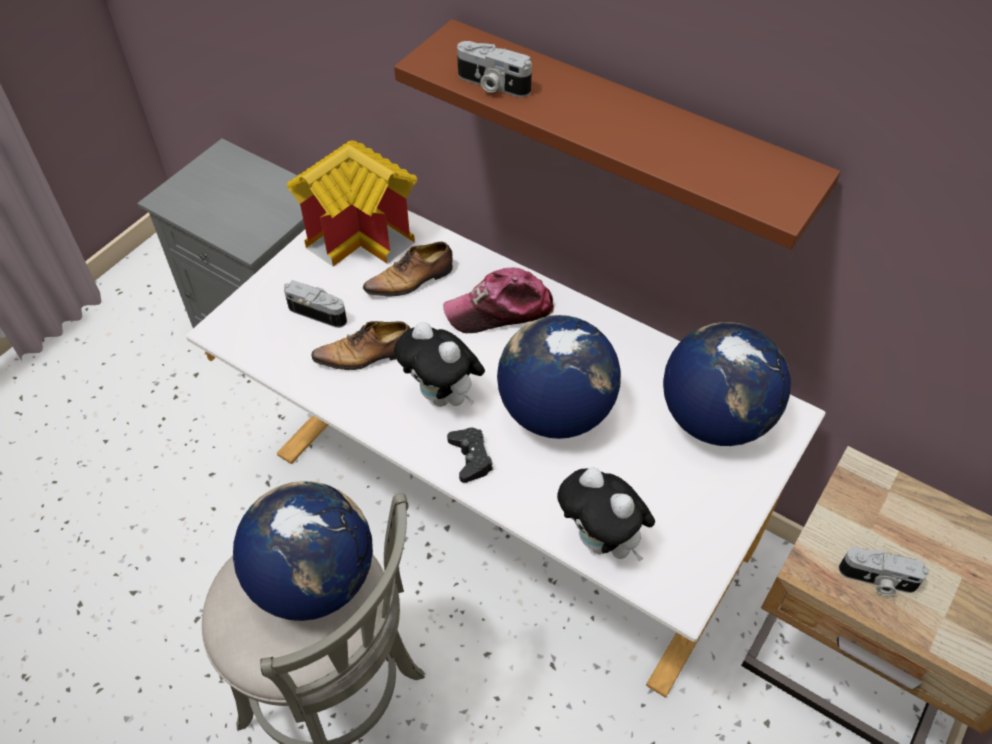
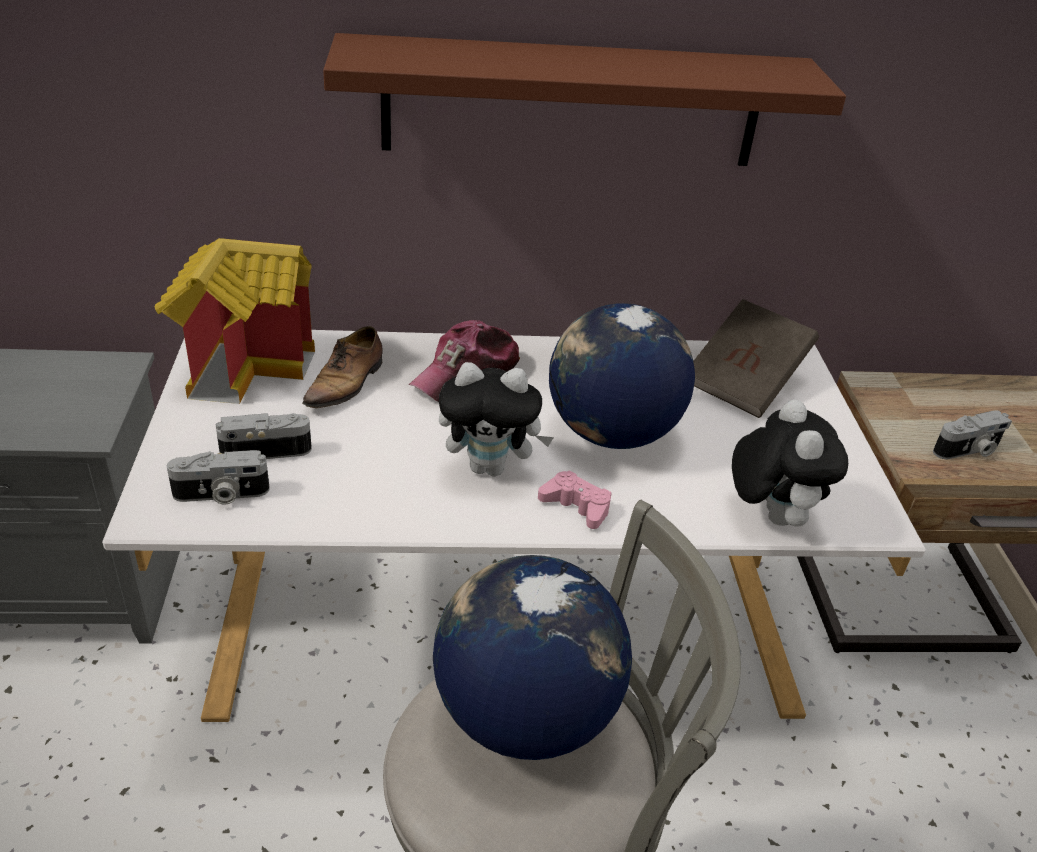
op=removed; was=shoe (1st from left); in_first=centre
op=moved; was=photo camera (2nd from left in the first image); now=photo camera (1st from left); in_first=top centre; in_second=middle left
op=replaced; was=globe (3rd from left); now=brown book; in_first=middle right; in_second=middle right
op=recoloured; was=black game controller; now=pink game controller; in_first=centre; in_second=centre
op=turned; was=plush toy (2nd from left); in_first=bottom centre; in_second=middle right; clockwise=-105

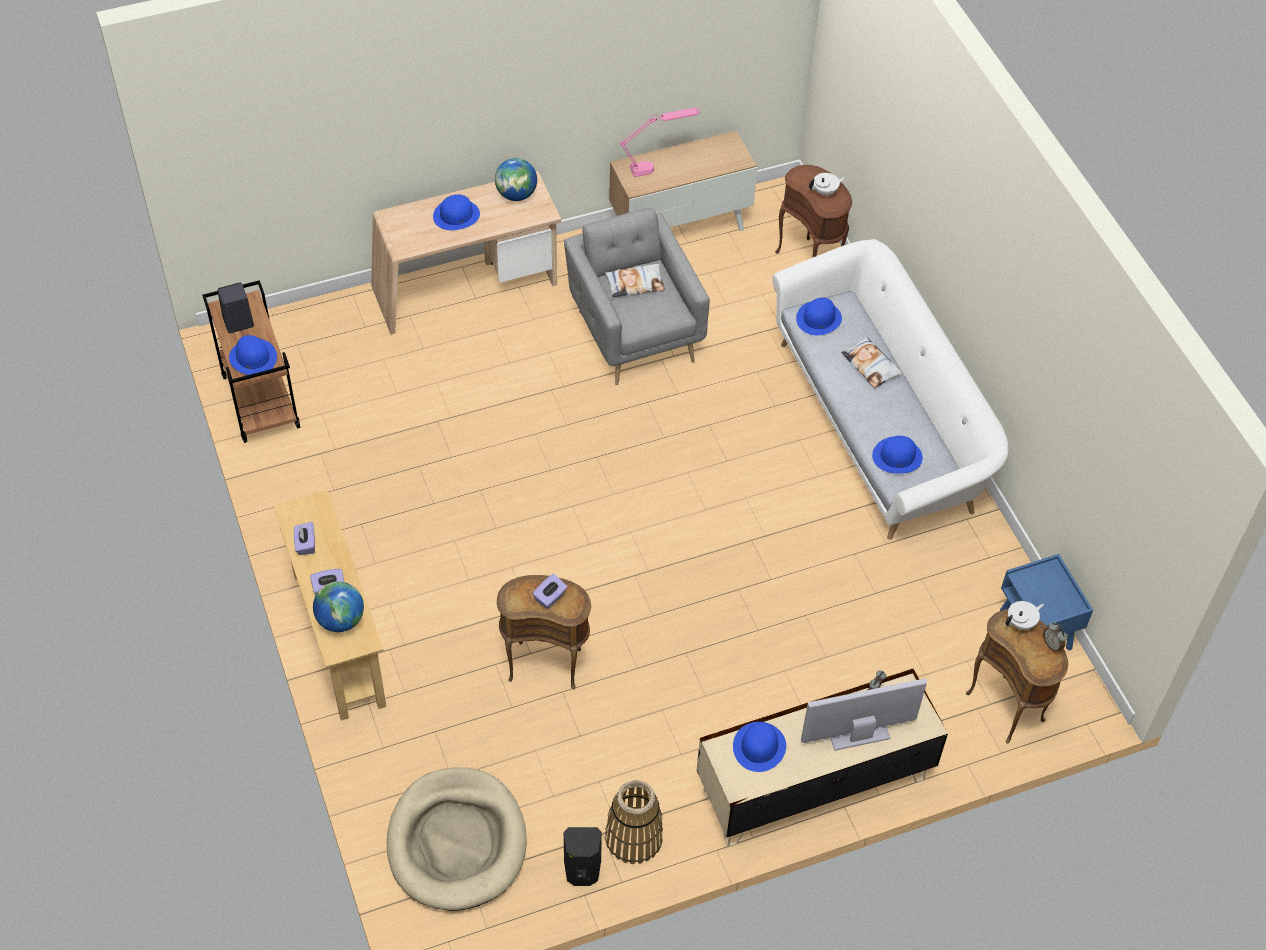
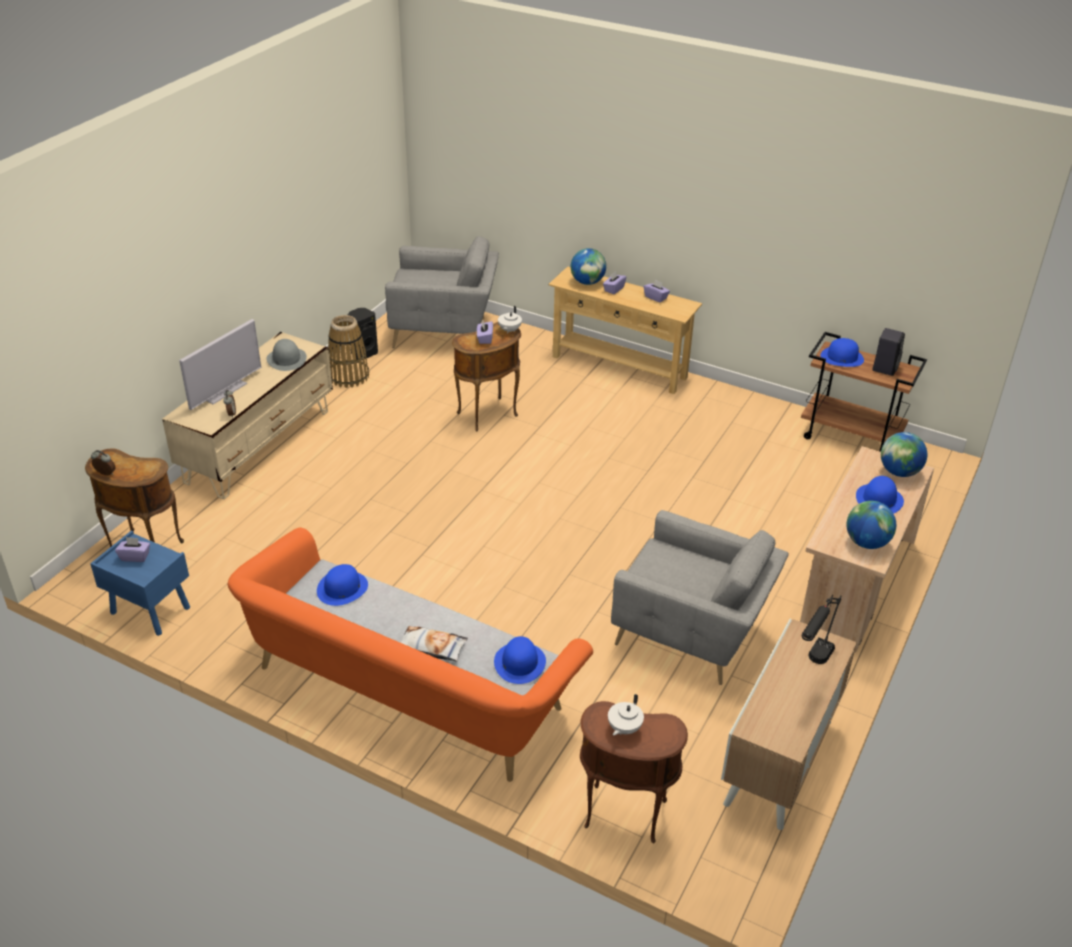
op=removed; was=pillow (1st from left); in_first=top centre
op=added; now=purple tissue box (1st from left); in_second=middle left
op=added; now=globe (3rd from left); in_second=middle right
op=moved; was=white teapot (2nd from left in the first image); now=white teapot (1st from left); in_first=middle right; in_second=centre
op=replaced; was=beige dog bed; now=grey armchair (1st from left); in_first=bottom centre; in_second=top centre
op=recoloured; was=pink table lamp; now=black table lamp; in_first=top centre; in_second=middle right
op=recoloured; was=blue hat (3rd from left); now=grey hat; in_first=bottom centre; in_second=middle left
op=recoloured; was=white sofa; now=orange sofa; in_first=middle right; in_second=bottom centre

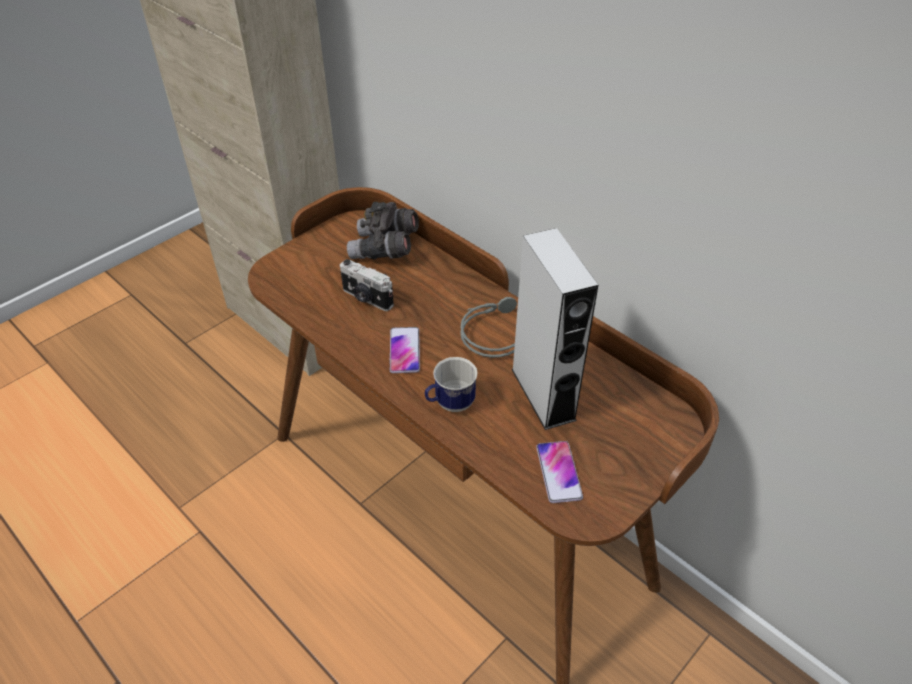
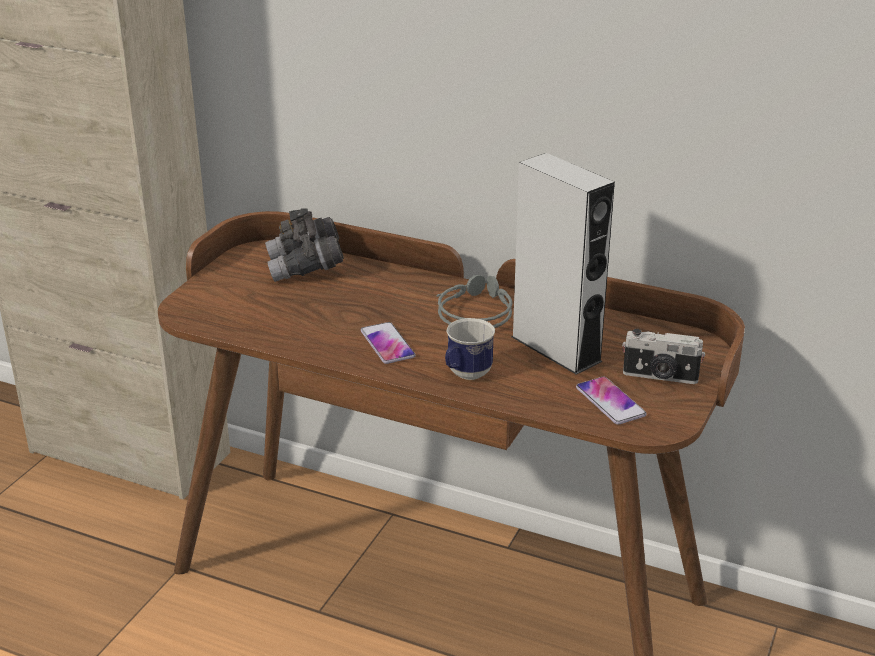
op=moved; was=photo camera; in_first=centre; in_second=middle right

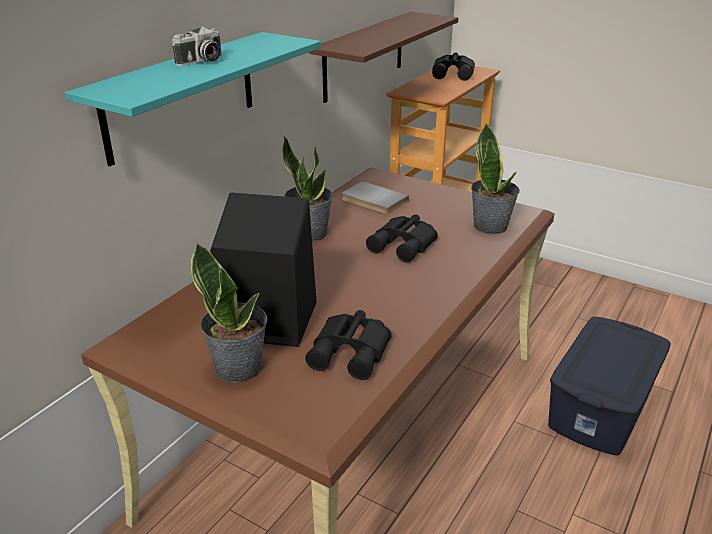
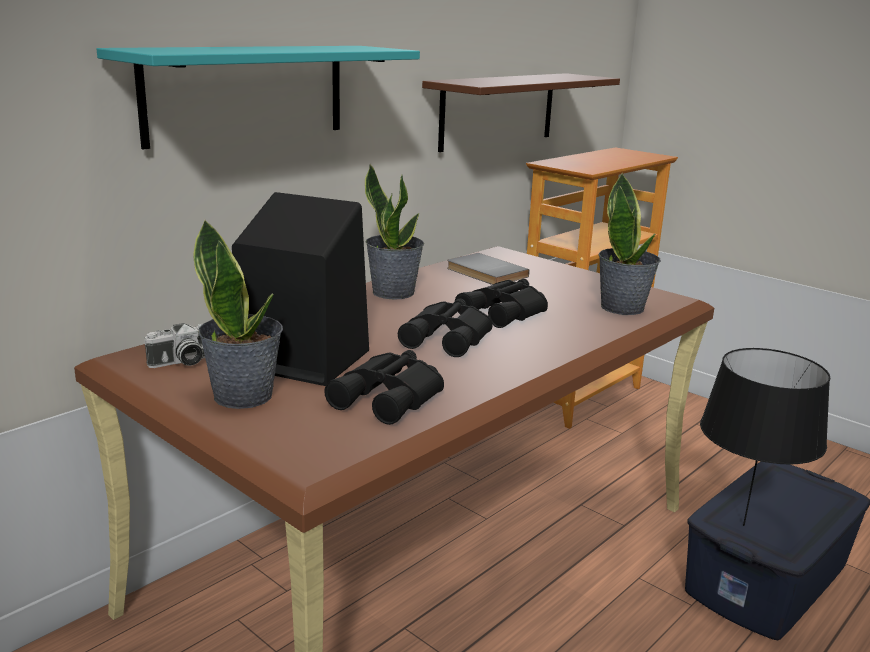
op=added; now=black table lamp; in_second=bottom right
op=moved; was=photo camera; in_first=top left; in_second=middle left
op=moved; was=black binoculars (3rd from left in the first image); now=black binoculars (2nd from left); in_first=top centre; in_second=centre

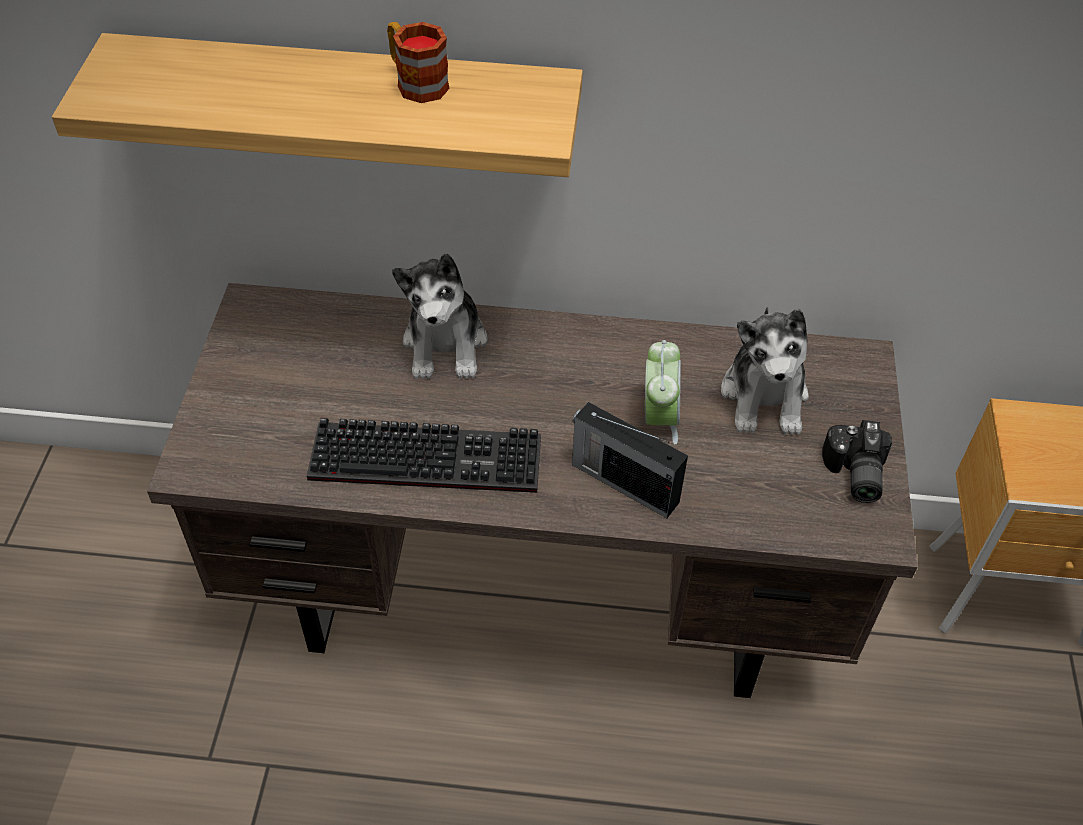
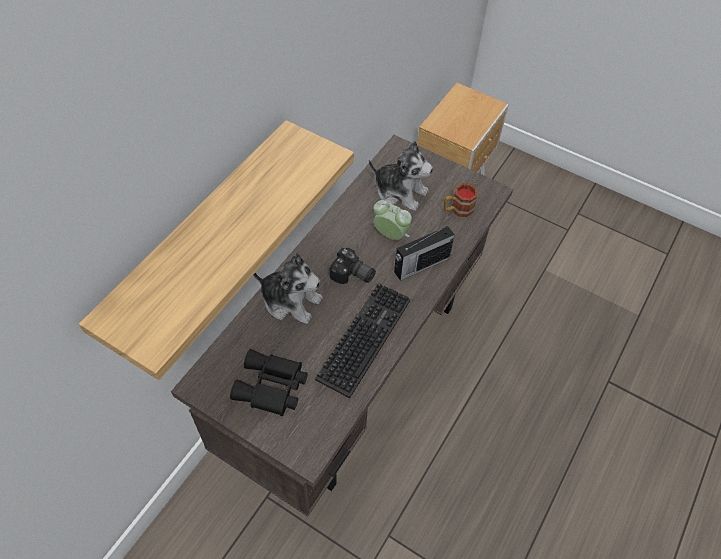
op=added; now=black binoculars; in_second=bottom centre
op=moved; was=mug; in_first=top centre; in_second=centre
op=moved; was=photo camera; in_first=middle right; in_second=centre

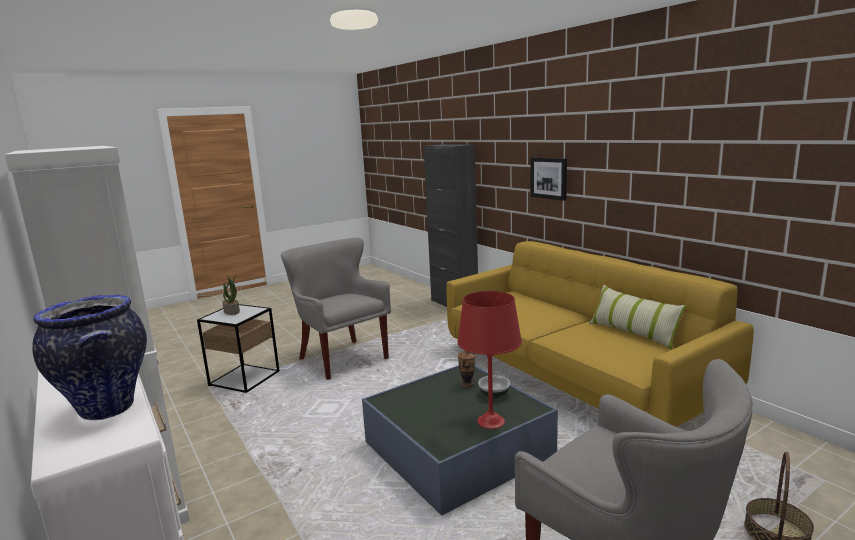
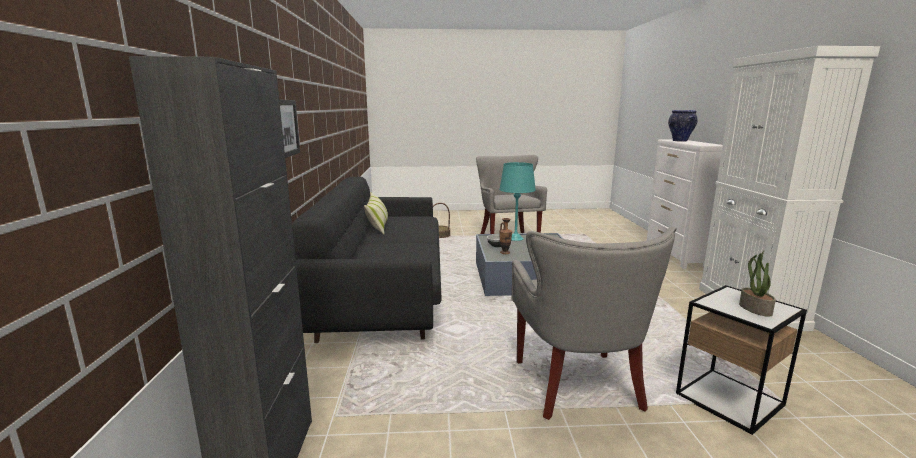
op=recoloured; was=yellow sofa; now=black sofa; in_first=middle right; in_second=centre
op=recoloured; was=red table lamp; now=turquoise table lamp; in_first=bottom centre; in_second=centre

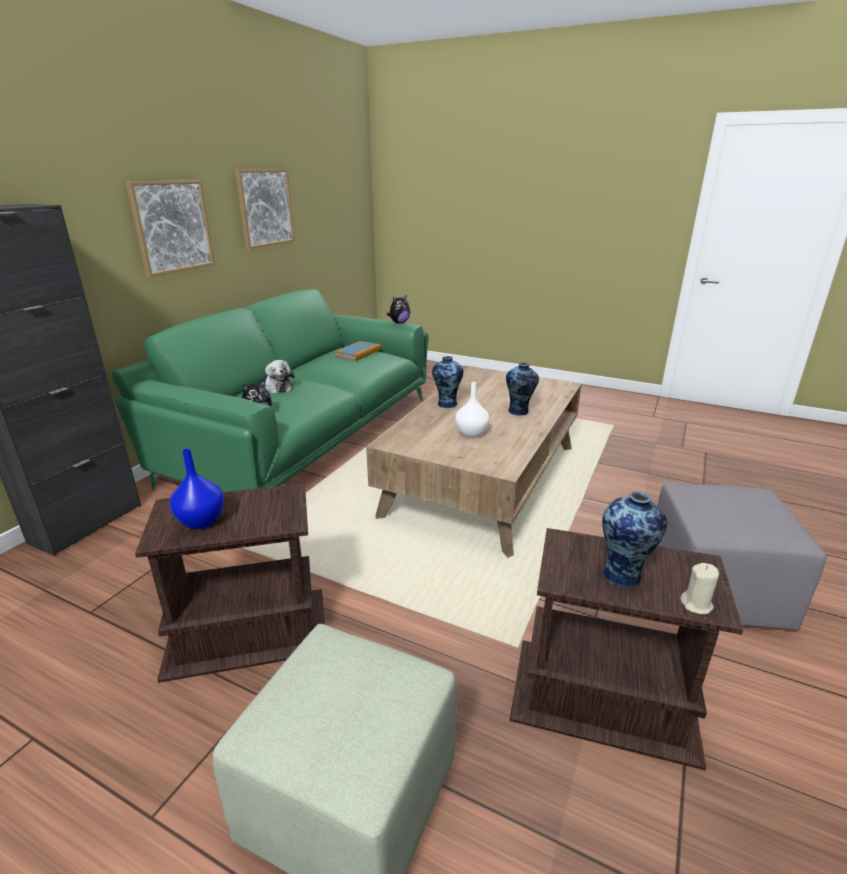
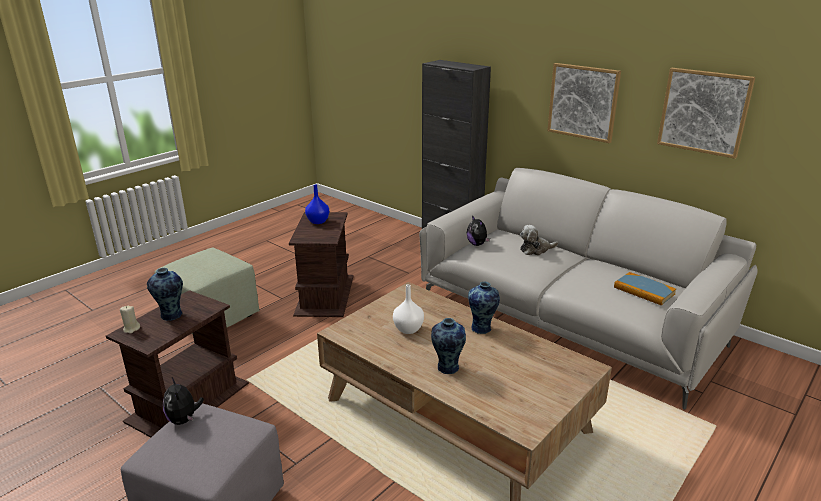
op=moved; was=plush toy (3rd from left in the first image); now=plush toy (1st from left); in_first=centre; in_second=bottom left
op=recoloured; was=green sofa; now=grey sofa; in_first=middle left; in_second=middle right

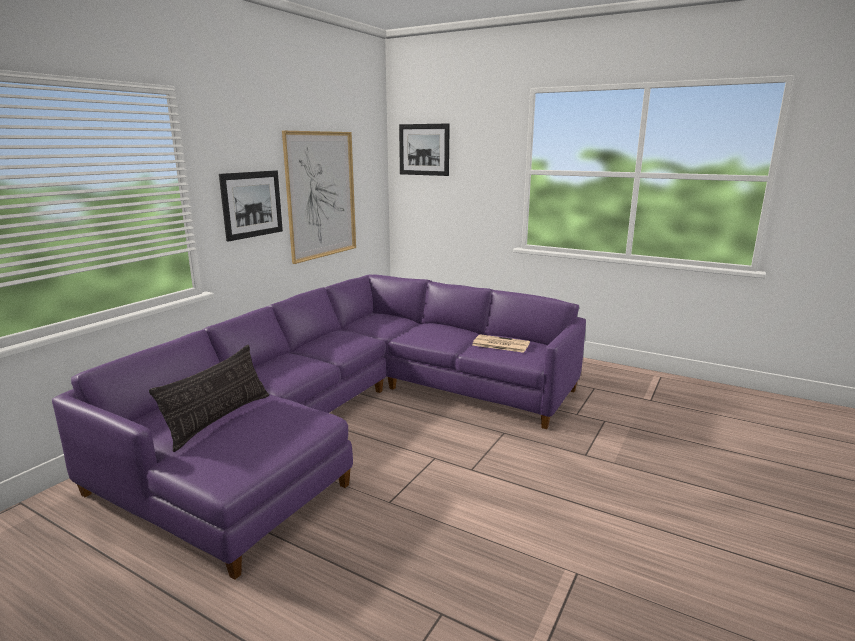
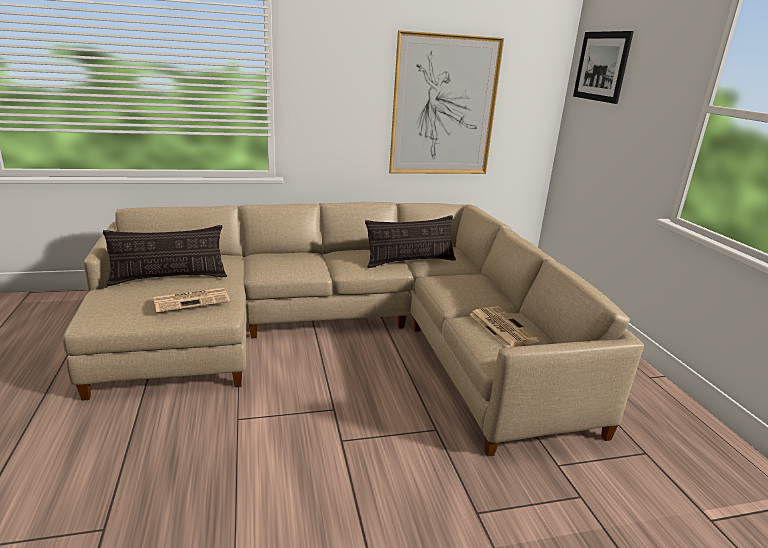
op=removed; was=picture (1st from left); in_first=top left
op=added; now=newspaper (1st from left); in_second=middle left
op=added; now=pillow (2nd from left); in_second=centre
op=recoloured; was=purple sofa; now=beige sofa; in_first=centre; in_second=centre

